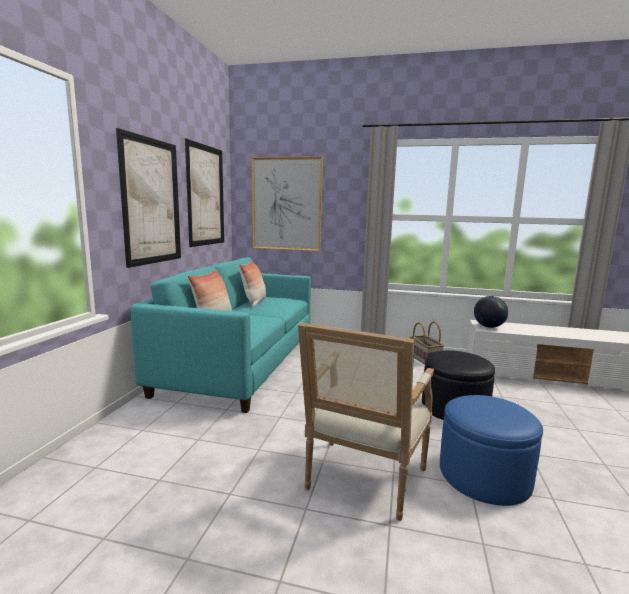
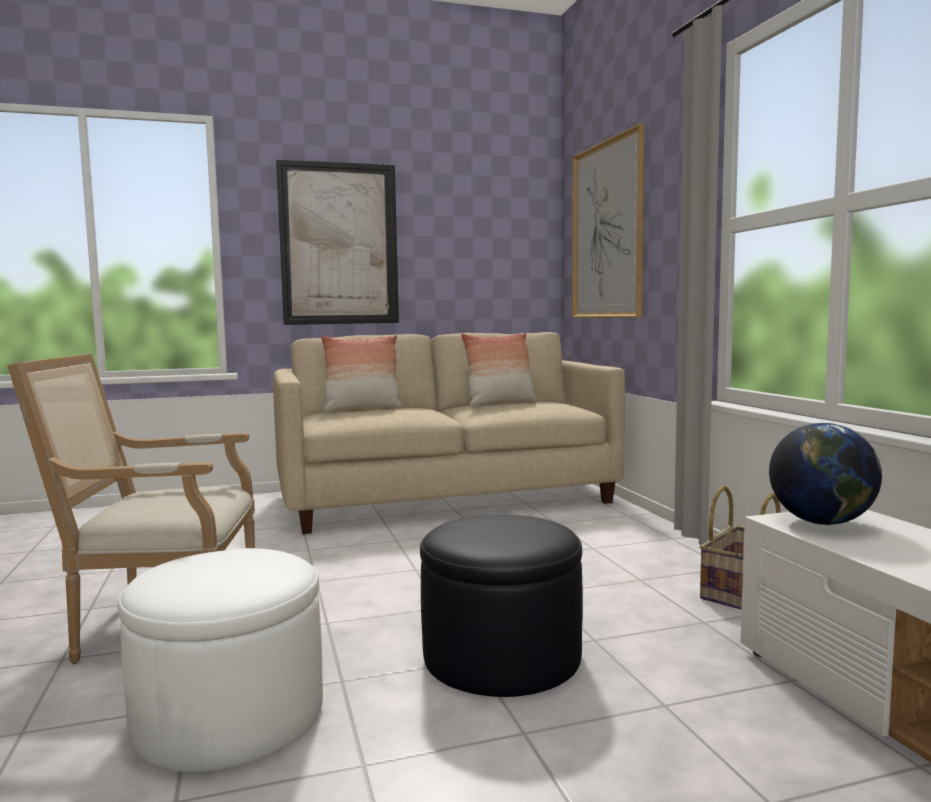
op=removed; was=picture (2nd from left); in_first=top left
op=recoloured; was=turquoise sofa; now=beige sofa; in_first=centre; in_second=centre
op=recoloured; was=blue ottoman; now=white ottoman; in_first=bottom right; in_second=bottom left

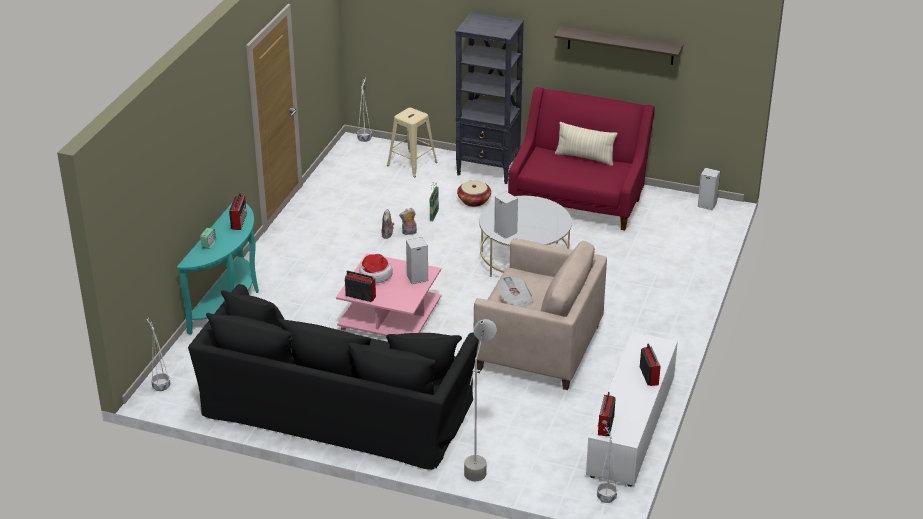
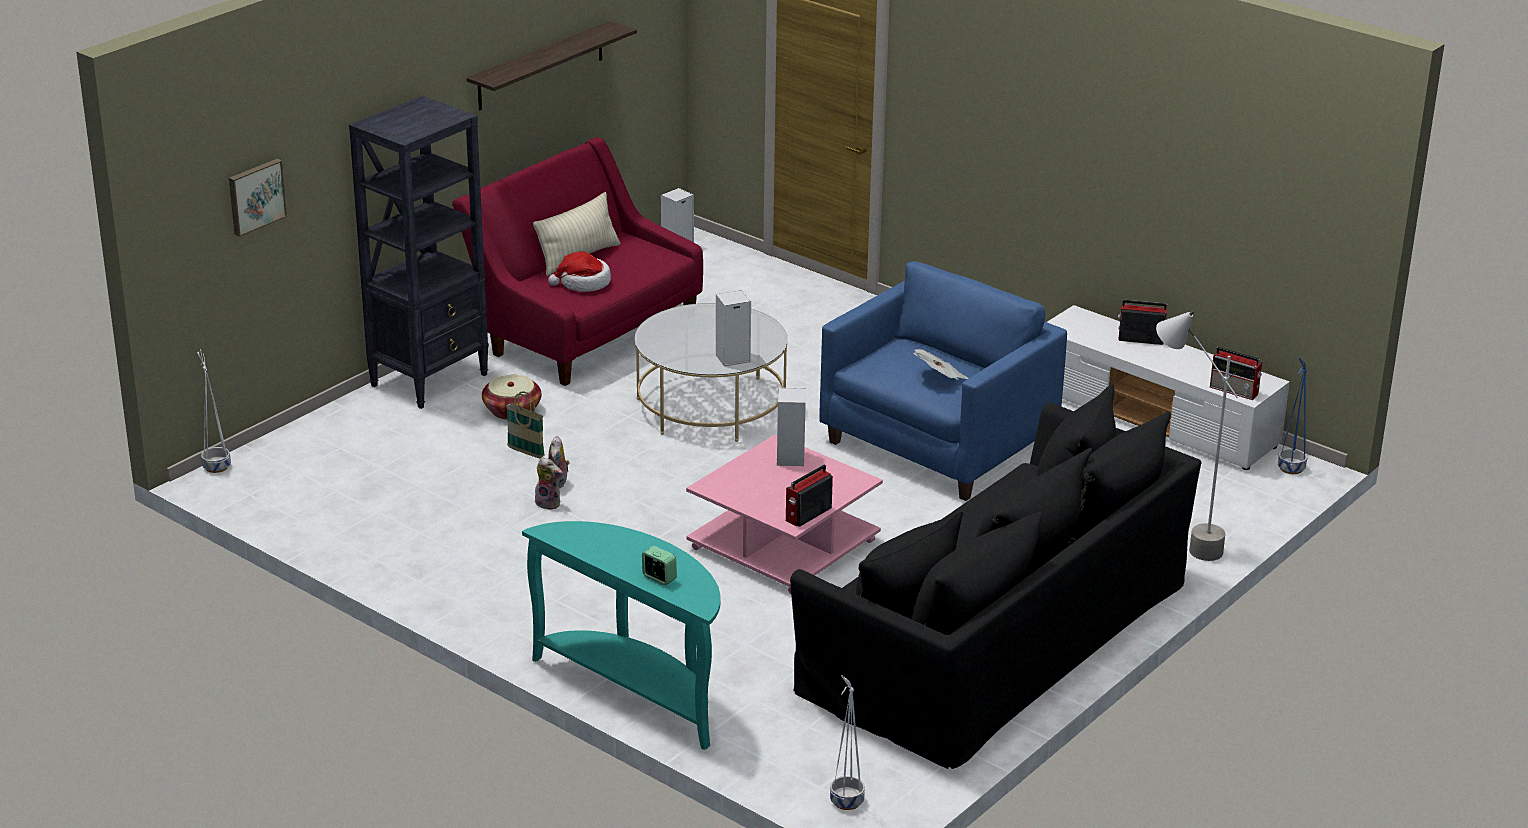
op=removed; was=radio (1st from left); in_first=middle left
op=removed; was=beige stool; in_first=top centre
op=added; now=picture; in_second=top left
op=moved; was=hat; in_first=centre; in_second=top centre
op=recoloured; was=beige armchair; now=blue armchair; in_first=centre; in_second=centre
op=recoloured; was=white planter (3rd from left); now=blue planter; in_first=bottom centre; in_second=middle right

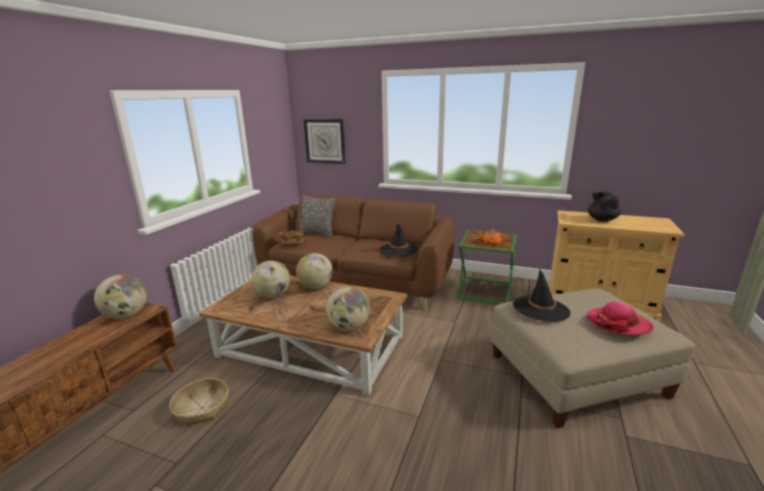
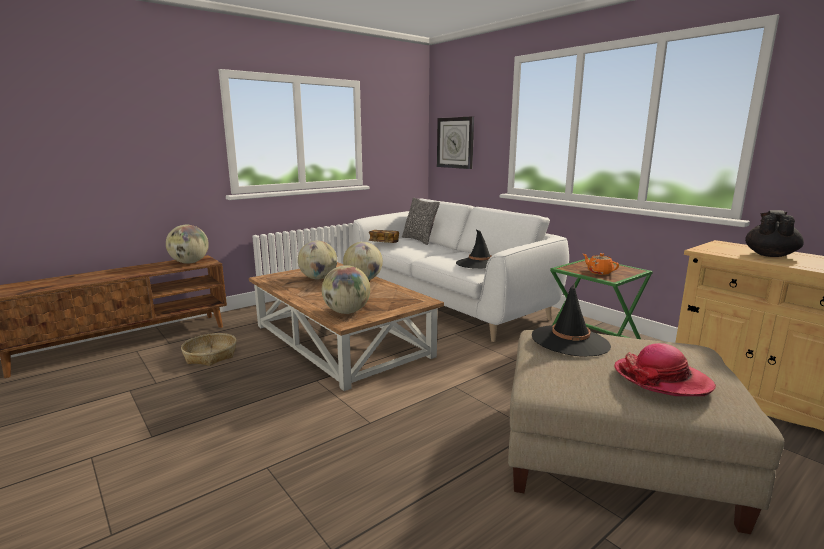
op=recoloured; was=brown sofa; now=white sofa; in_first=centre; in_second=centre

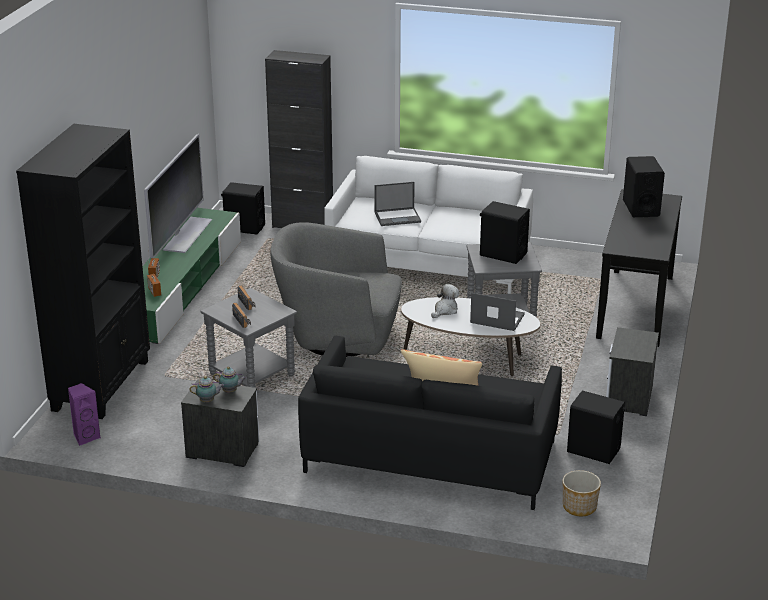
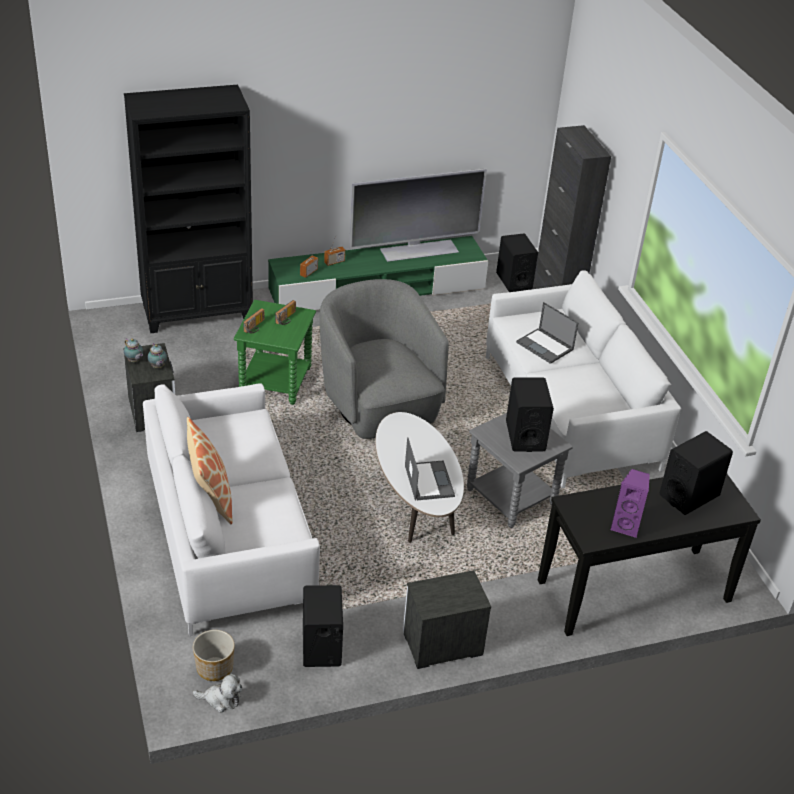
op=moved; was=purple speaker; in_first=bottom left; in_second=middle right
op=moved; was=plush toy; in_first=centre; in_second=bottom left
op=recoloured; was=grey side table (1st from left); now=green side table; in_first=middle left; in_second=centre
op=recoloured; was=black sofa; now=white sofa (1st from left); in_first=bottom centre; in_second=middle left

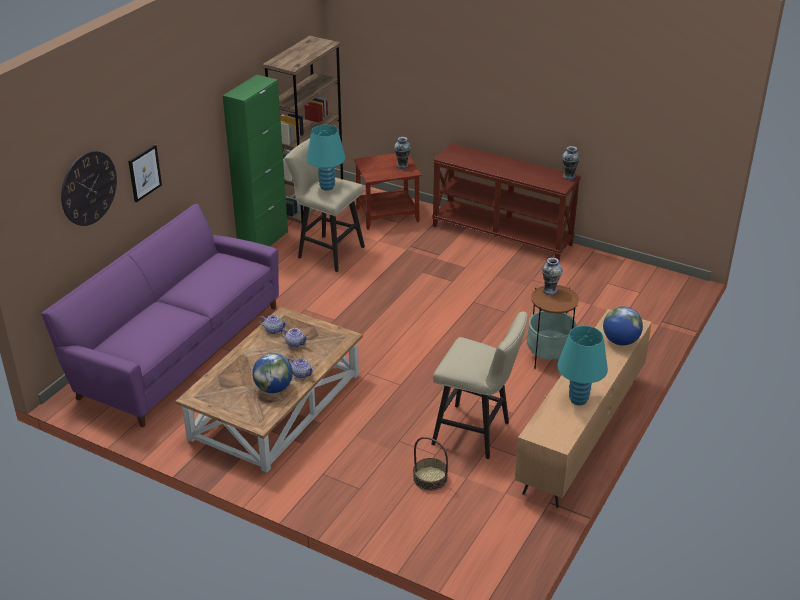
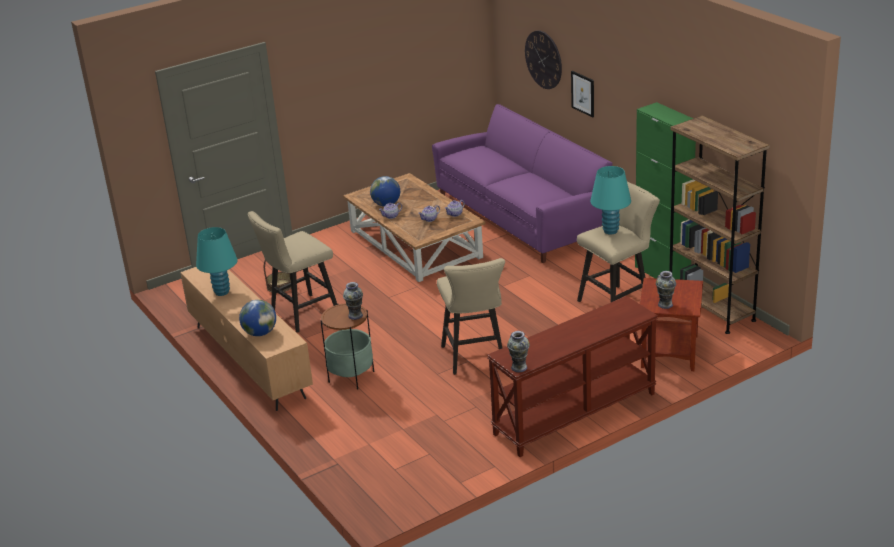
op=added; now=beige stool (2nd from left); in_second=centre

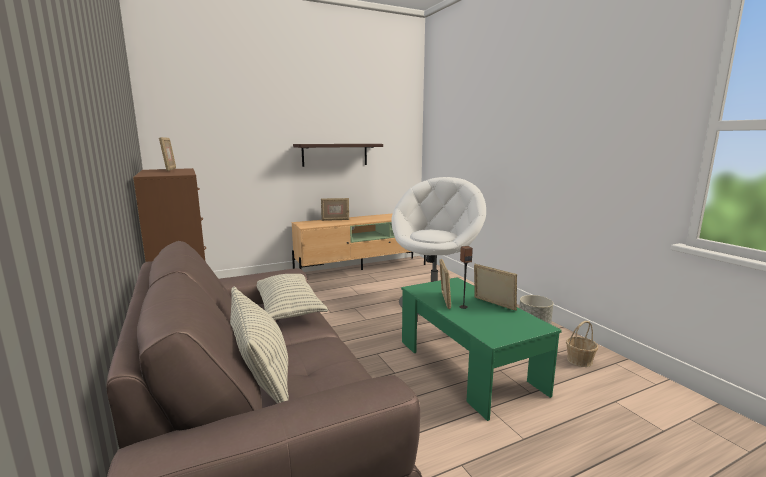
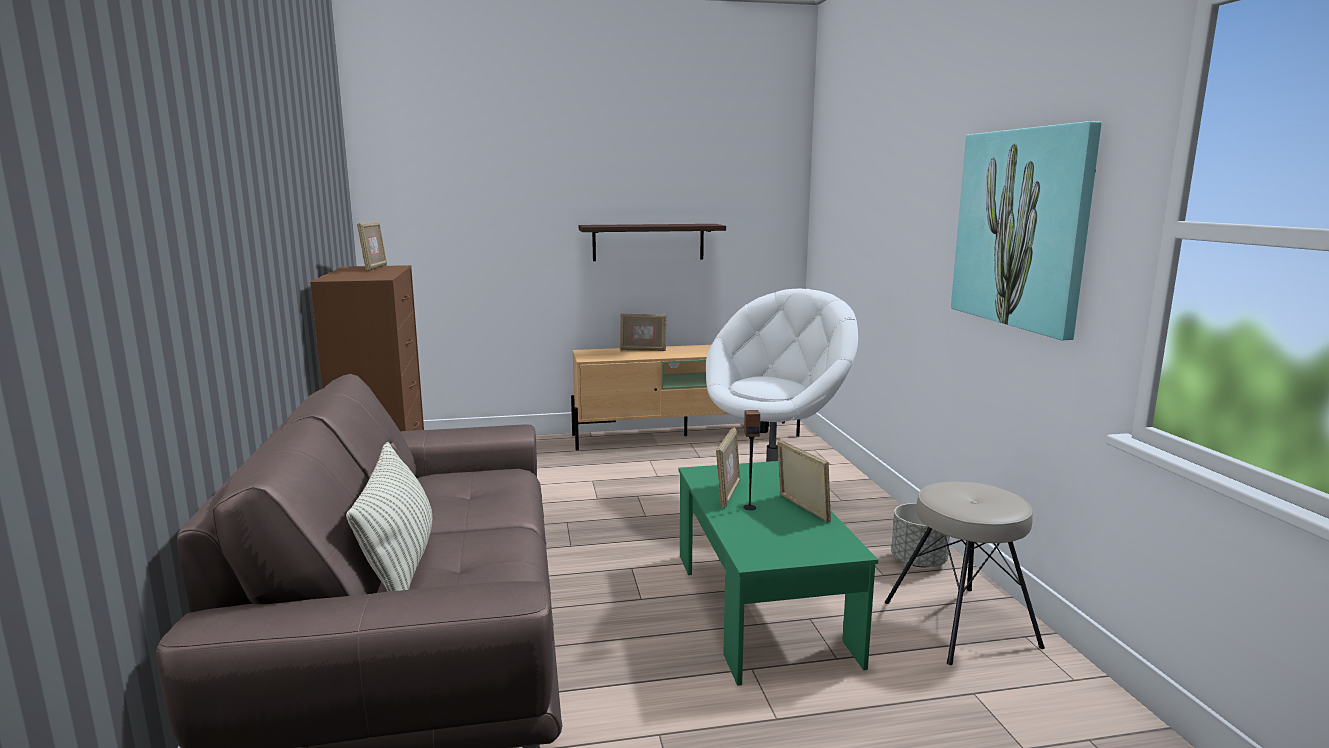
op=removed; was=pillow (2nd from left); in_first=centre
op=added; now=picture; in_second=top right
op=replaced; was=basket; now=beige stool; in_first=bottom right; in_second=bottom right

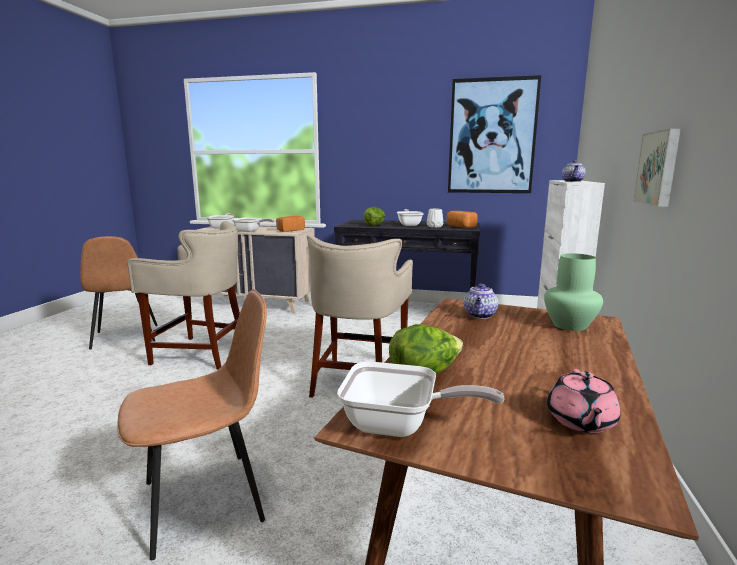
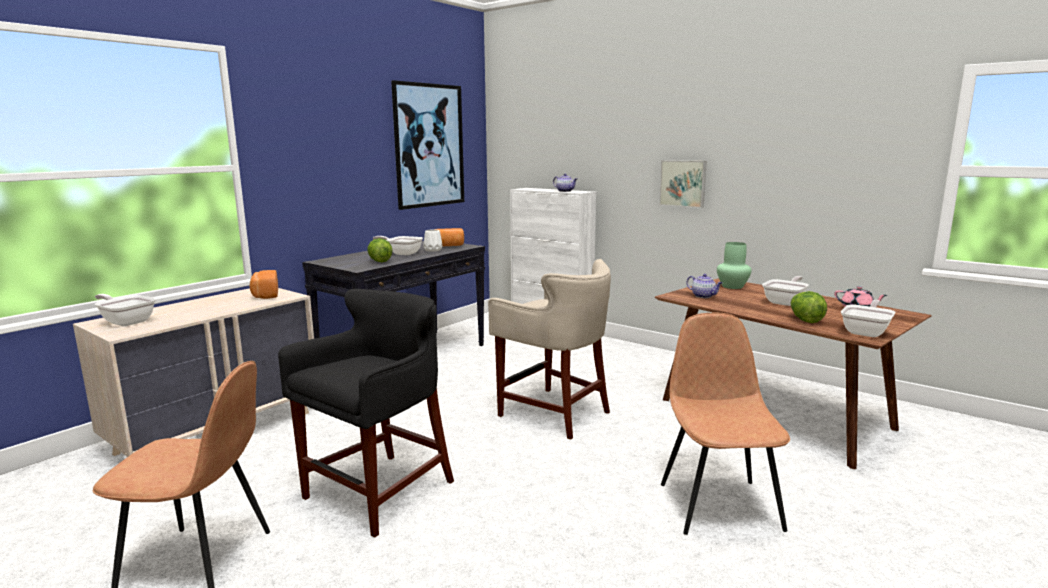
op=moved; was=frying pan (2nd from left in the first image); now=frying pan (3rd from left); in_first=centre; in_second=middle right
op=recoloured; was=beige stool (1st from left); now=black stool; in_first=middle left; in_second=bottom centre

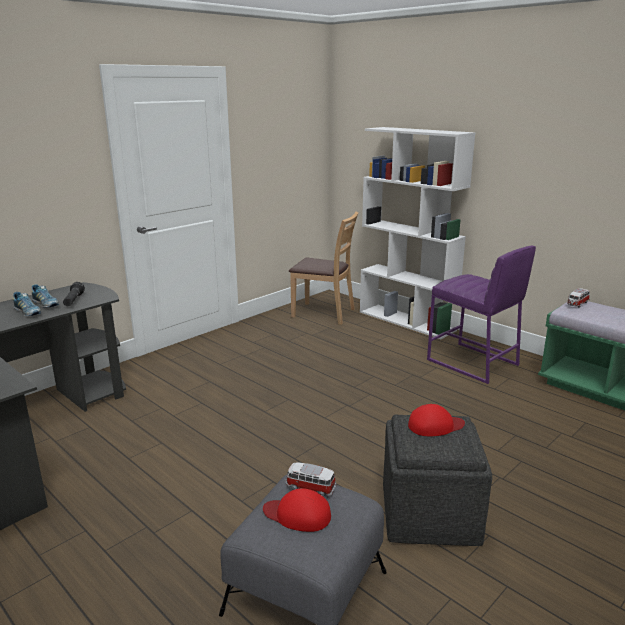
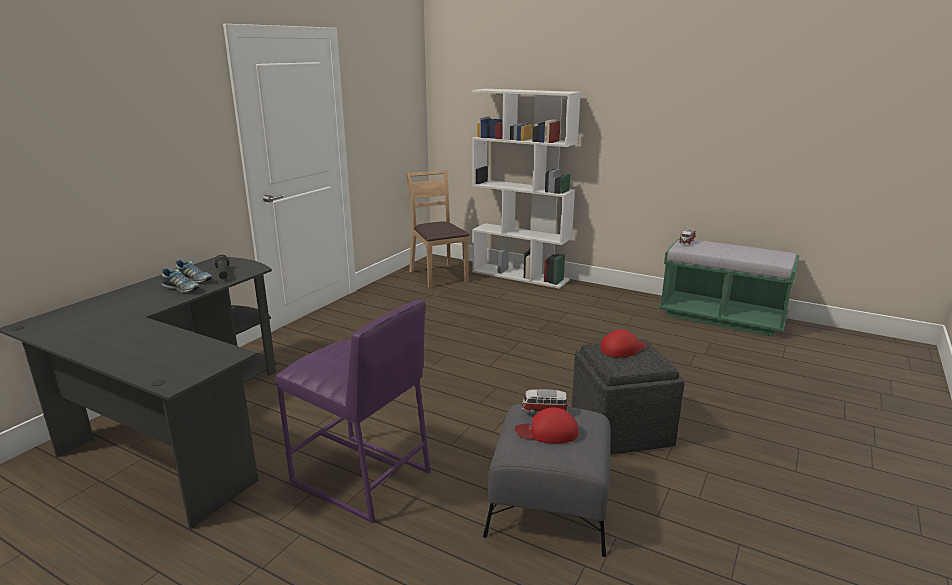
op=moved; was=purple stool; in_first=middle right; in_second=bottom centre
op=turned; was=brown chair; in_first=centre; in_second=centre; clockwise=-120

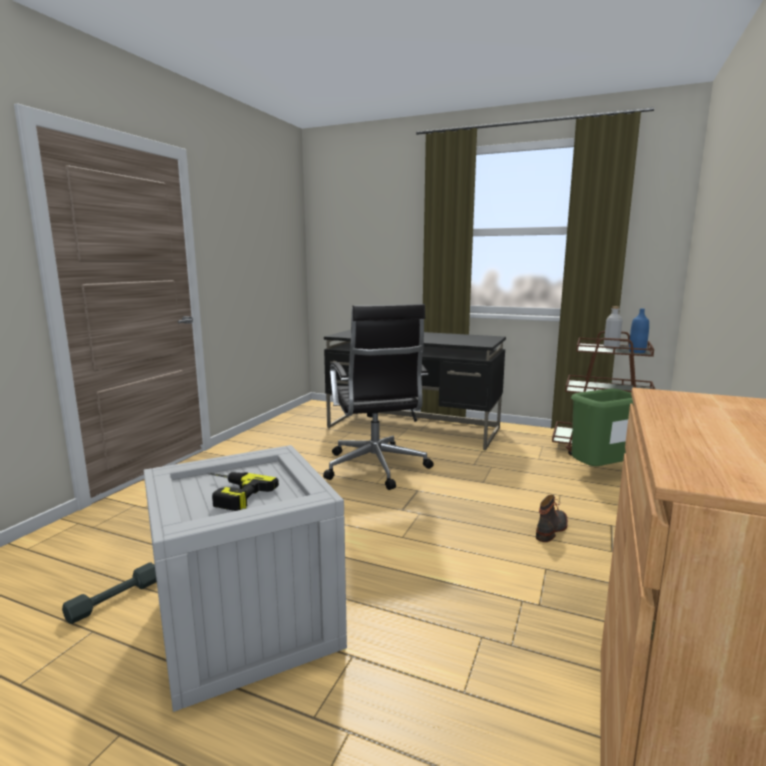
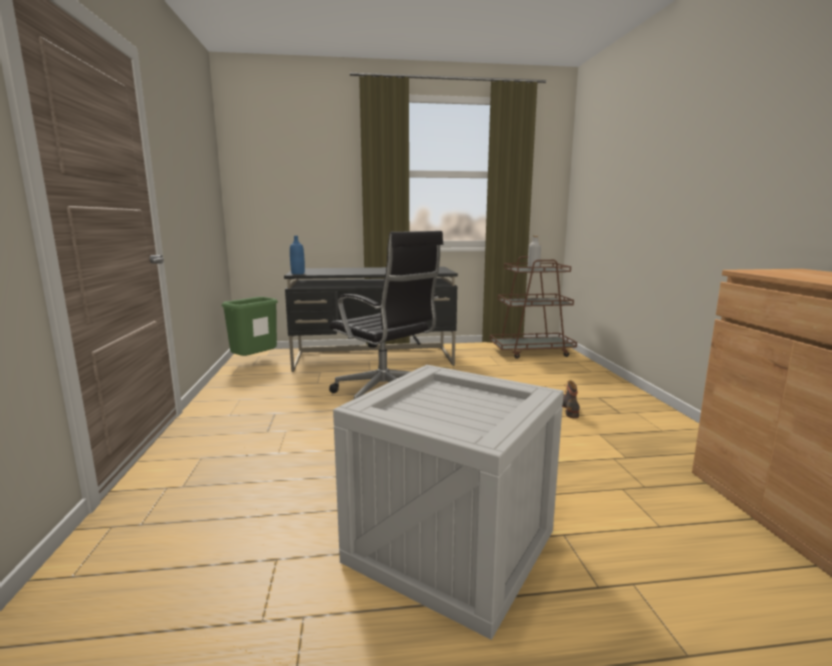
op=removed; was=grey dumbbell; in_first=bottom left
op=removed; was=power drill; in_first=middle left
op=moved; was=green trash can; in_first=middle right; in_second=middle left
op=moved; was=blue bottle; in_first=middle right; in_second=centre

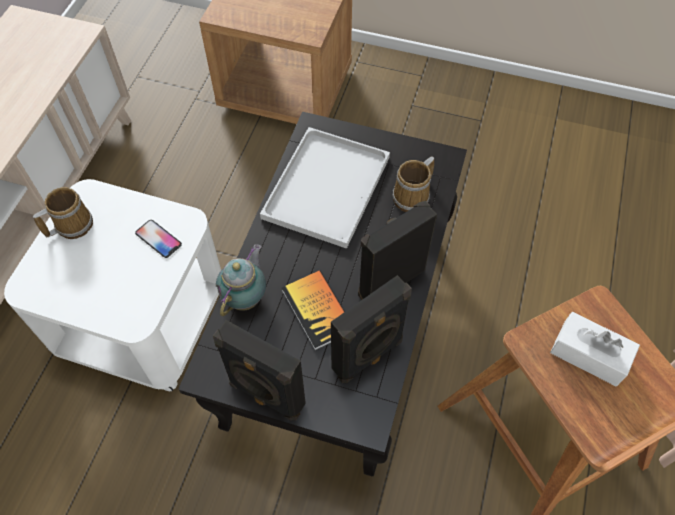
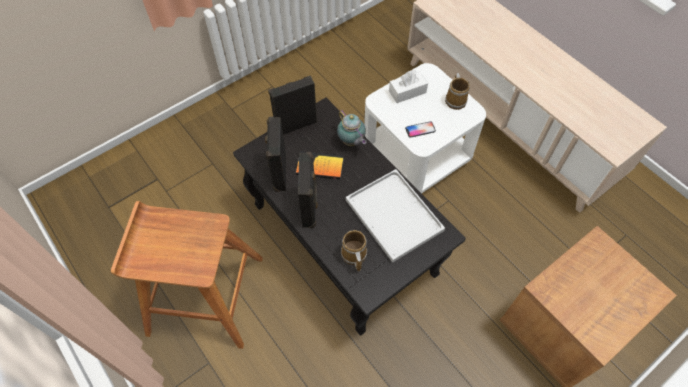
op=moved; was=white tissue box; in_first=bottom right; in_second=top centre

